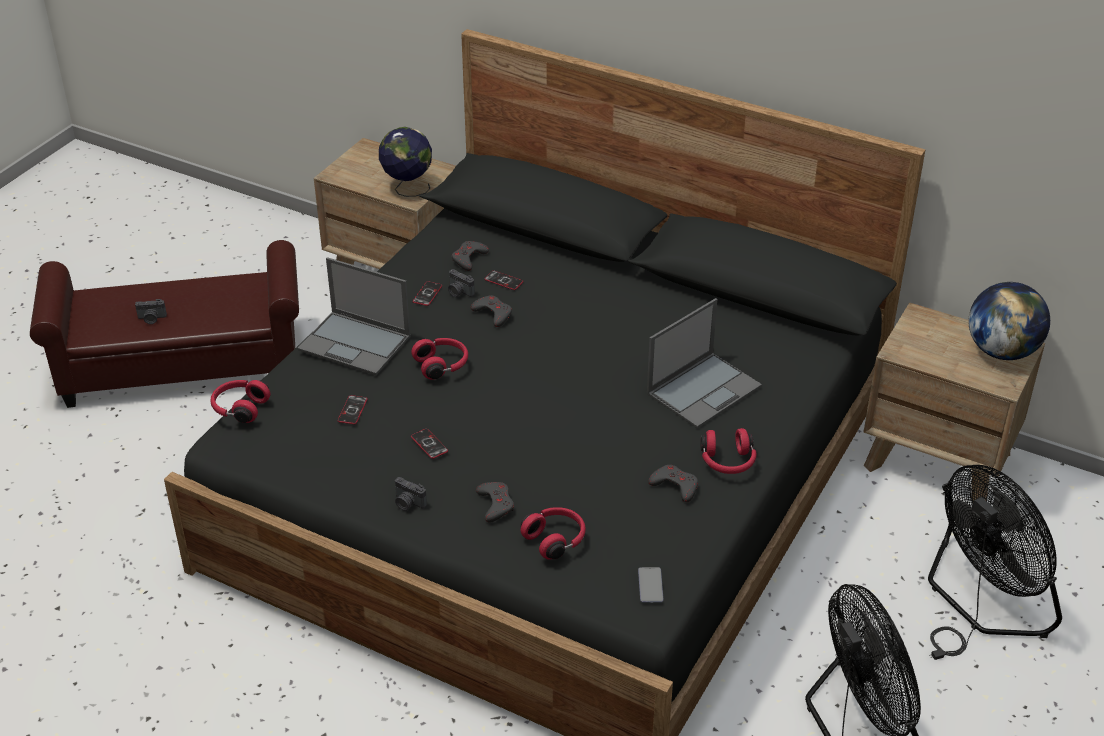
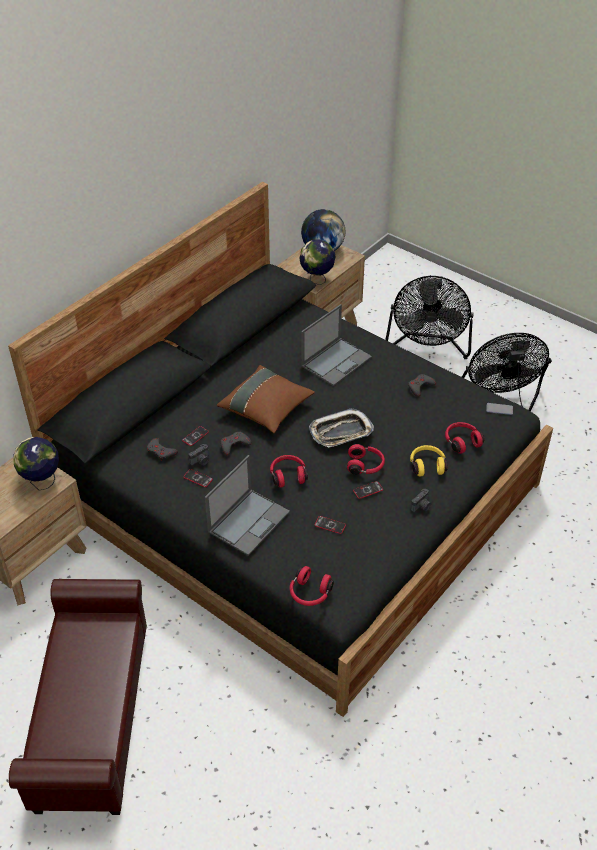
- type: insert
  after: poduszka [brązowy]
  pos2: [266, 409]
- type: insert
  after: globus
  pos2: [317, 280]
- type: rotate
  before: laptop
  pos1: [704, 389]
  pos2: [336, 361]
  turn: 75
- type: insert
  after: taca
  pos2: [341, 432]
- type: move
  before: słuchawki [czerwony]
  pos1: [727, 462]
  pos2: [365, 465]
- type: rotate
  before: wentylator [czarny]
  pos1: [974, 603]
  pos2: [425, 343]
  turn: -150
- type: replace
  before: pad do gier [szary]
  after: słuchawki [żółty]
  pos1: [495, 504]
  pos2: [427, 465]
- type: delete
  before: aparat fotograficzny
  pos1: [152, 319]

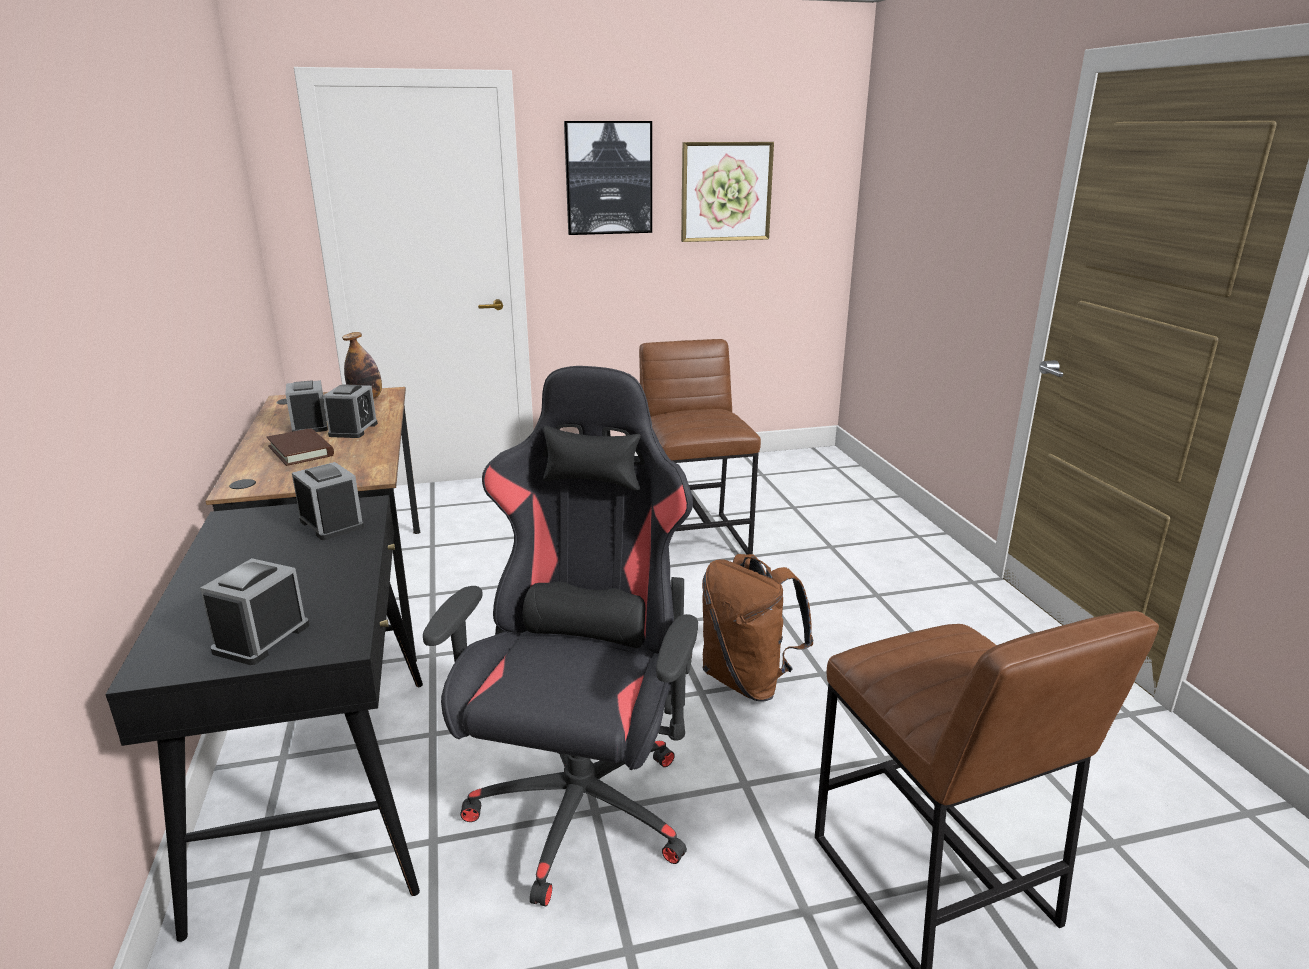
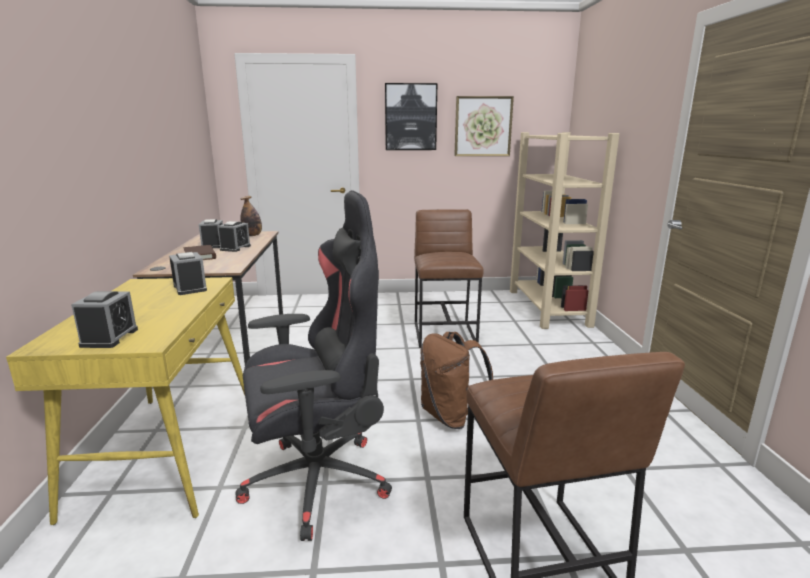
- type: recolor
  before: biurko [czarny]
  after: biurko [żółty]
  pos1: [321, 788]
  pos2: [168, 449]
- type: rotate
  before: budzik
  pos1: [262, 638]
  pos2: [109, 337]
  turn: 150
- type: rotate
  before: krzesło biurowe [czarny]
  pos1: [580, 813]
  pos2: [315, 482]
  turn: 45
- type: insert
  after: regał [beżowy]
  pos2: [548, 307]

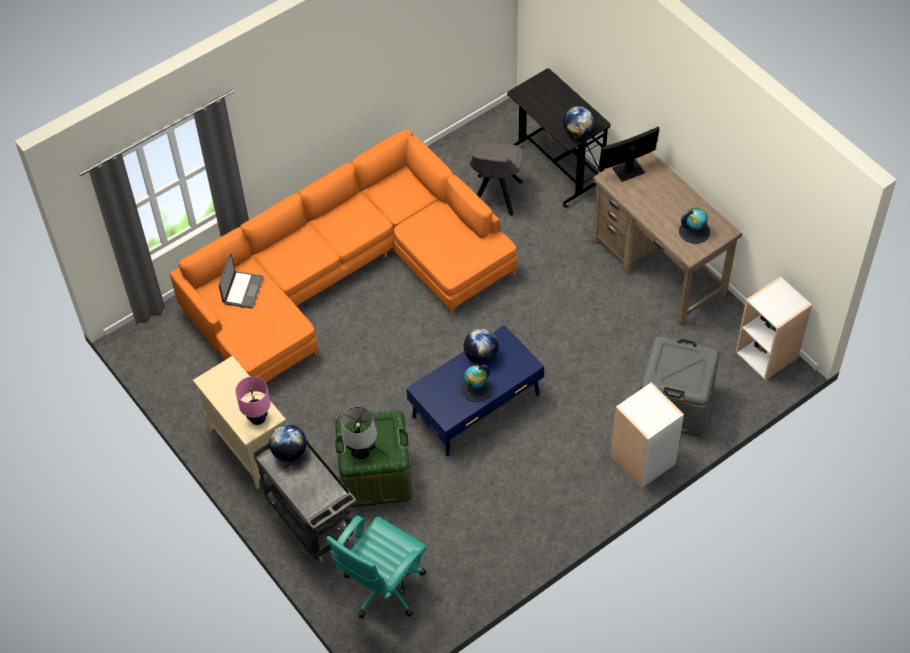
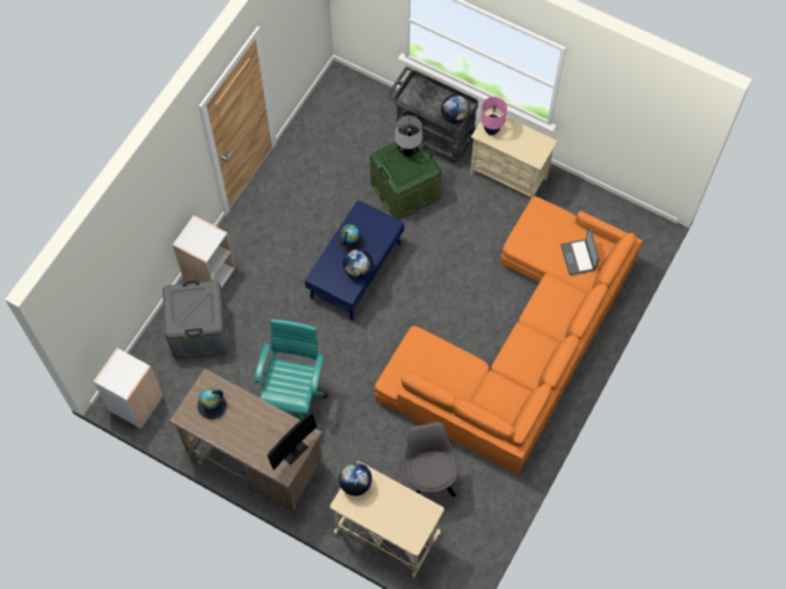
- type: move
  before: krzesło biurowe [turkusowy]
  pos1: [382, 589]
  pos2: [294, 396]
- type: recolor
  before: biurko [czarny]
  after: biurko [beżowy]
  pos1: [556, 168]
  pos2: [386, 533]

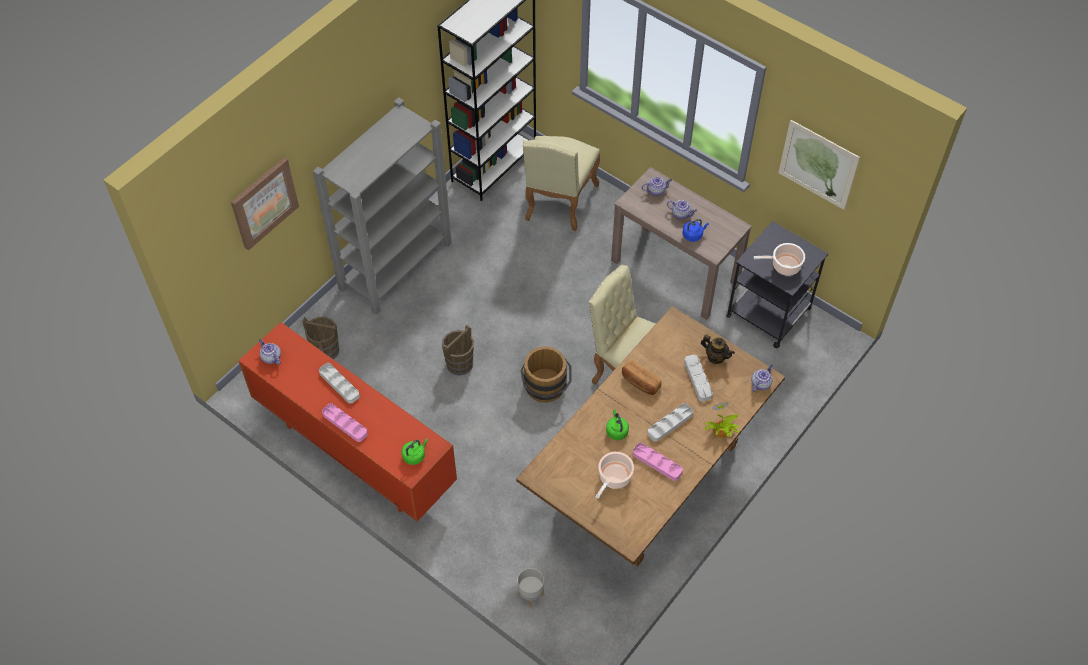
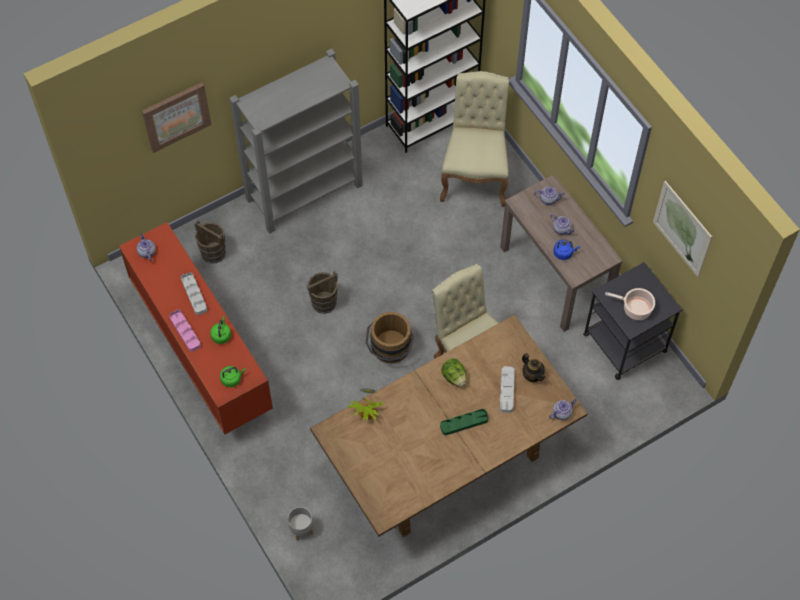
- type: move
  before: czajnik [zielony]
  pos1: [616, 431]
  pos2: [221, 335]
- type: move
  before: roślina doniczkowa
  pos1: [721, 430]
  pos2: [366, 412]
- type: rotate
  before: krzesło [beżowy]
  pos1: [558, 203]
  pos2: [475, 176]
  turn: 150
- type: recolor
  before: taca [szary]
  after: taca [zielony]
  pos1: [670, 424]
  pos2: [464, 423]
- type: replace
  before: chleb
  after: sałata
  pos1: [640, 383]
  pos2: [454, 377]
- type: delete
  before: garnek
  pos1: [614, 478]
- type: delete
  before: taca [różowy]
  pos1: [657, 463]

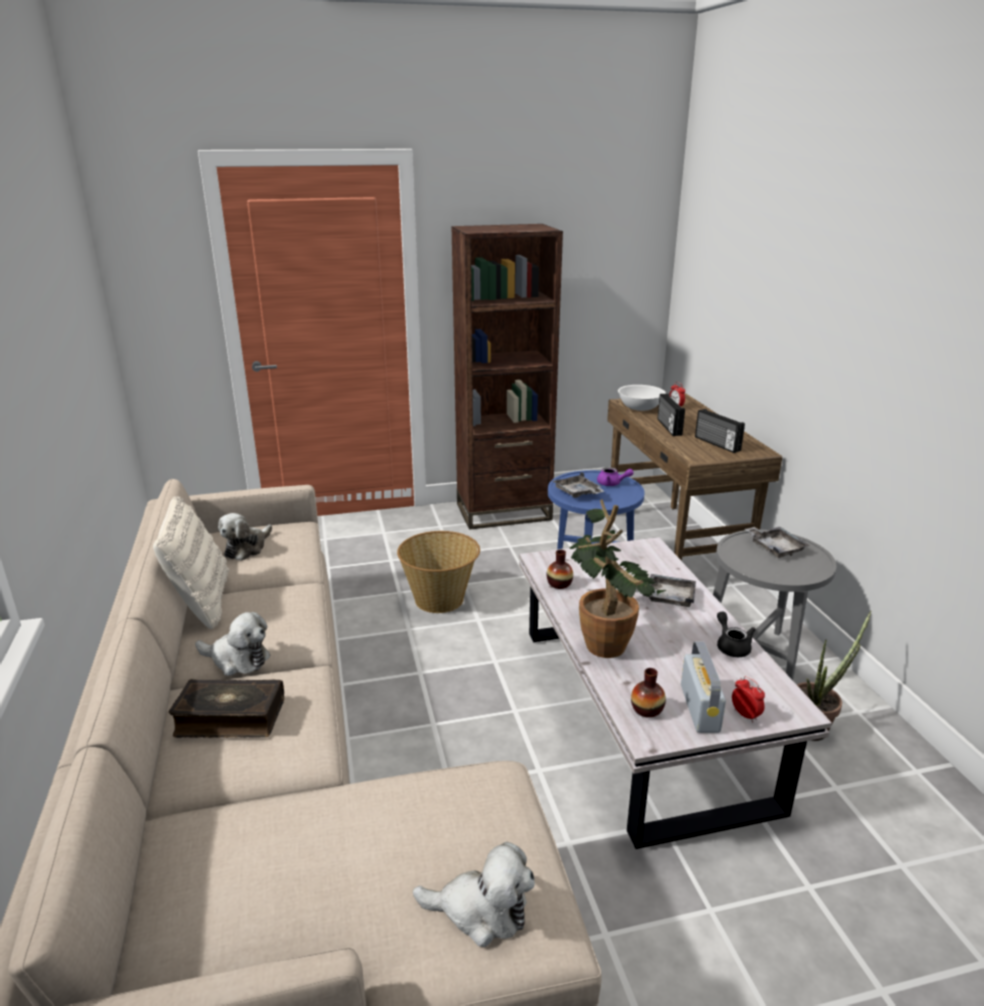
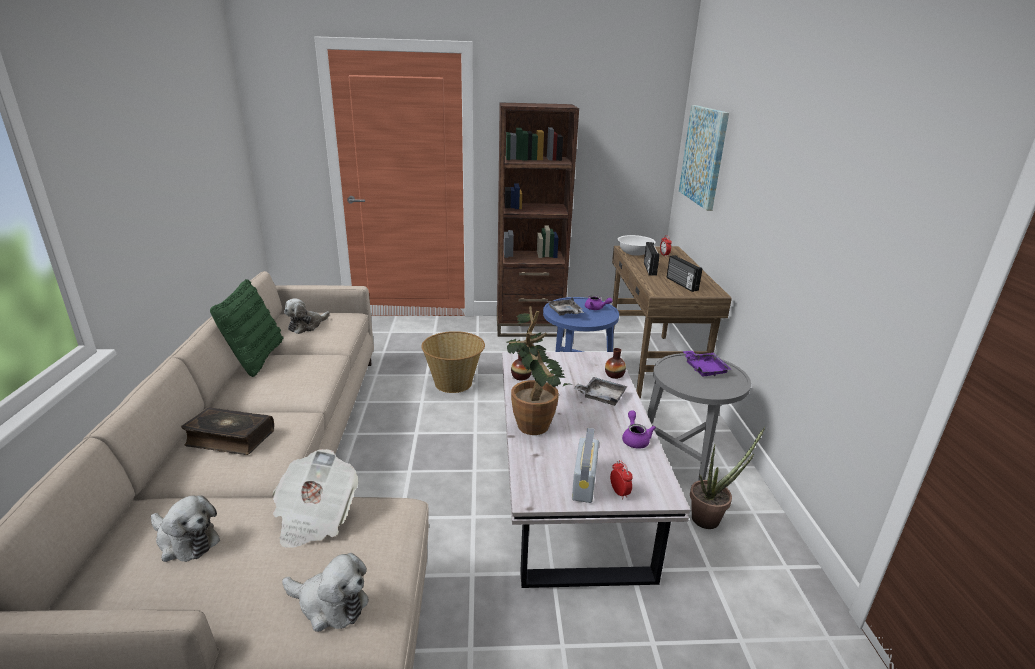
- type: move
  before: pluszak
  pos1: [237, 659]
  pos2: [185, 541]
- type: recolor
  before: poduszka [beżowy]
  after: poduszka [zielony]
  pos1: [202, 603]
  pos2: [256, 359]
- type: insert
  after: gazeta
  pos2: [315, 516]
- type: move
  before: wazon
  pos1: [647, 709]
  pos2: [614, 375]
- type: recolor
  before: imbryk [czarny]
  after: imbryk [fioletowy]
  pos1: [731, 646]
  pos2: [635, 439]
- type: insert
  after: obraz
  pos2: [704, 156]
- type: recolor
  before: taca [szary]
  after: taca [fioletowy]
  pos1: [775, 548]
  pos2: [704, 369]

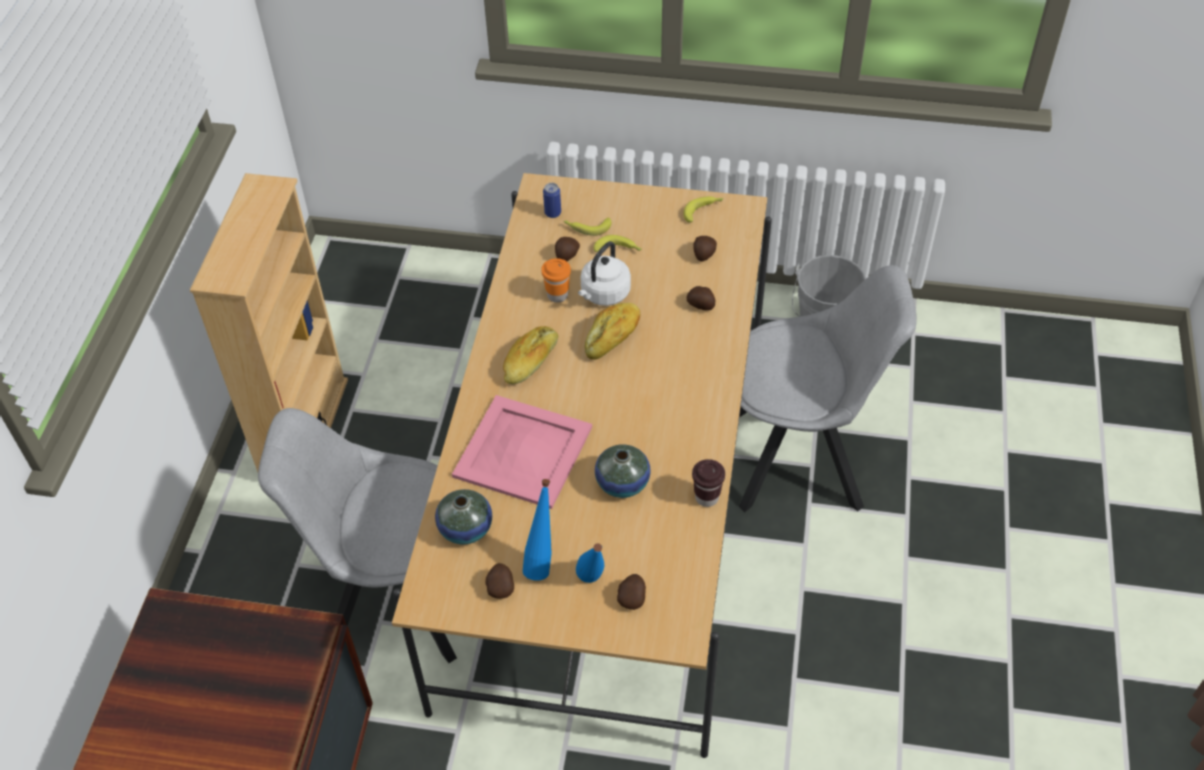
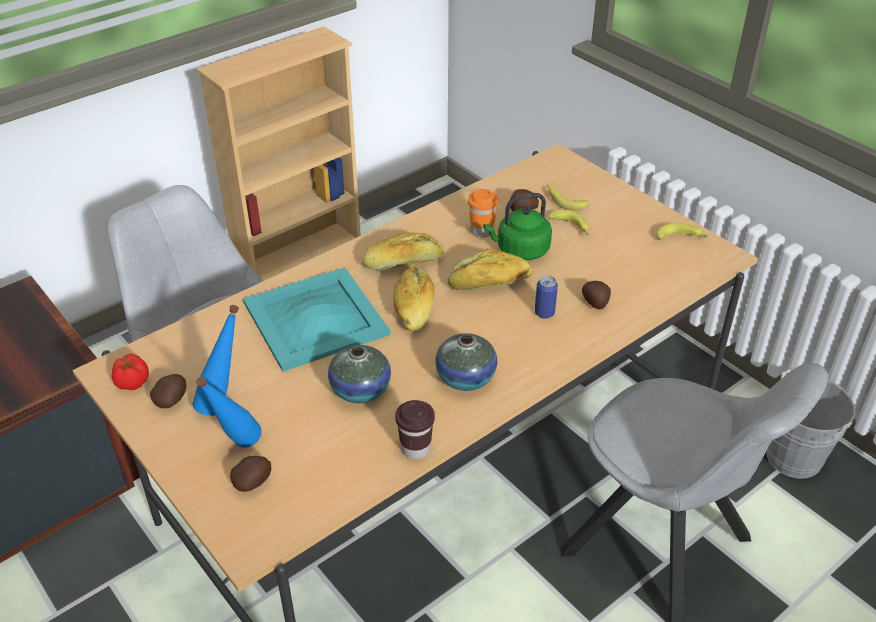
- type: insert
  after: pomidor
  pos2: [132, 383]
- type: recolor
  before: taca [różowy]
  after: taca [turkusowy]
  pos1: [523, 453]
  pos2: [315, 319]
- type: insert
  after: chleb
  pos2: [414, 307]
- type: move
  before: wazon
  pos1: [465, 528]
  pos2: [465, 378]
- type: recolor
  before: czajnik [biały]
  after: czajnik [zielony]
  pos1: [604, 294]
  pos2: [520, 250]
- type: move
  before: puszka
  pos1: [553, 213]
  pos2: [544, 313]
- type: delete
  before: ziemniak
  pos1: [703, 255]

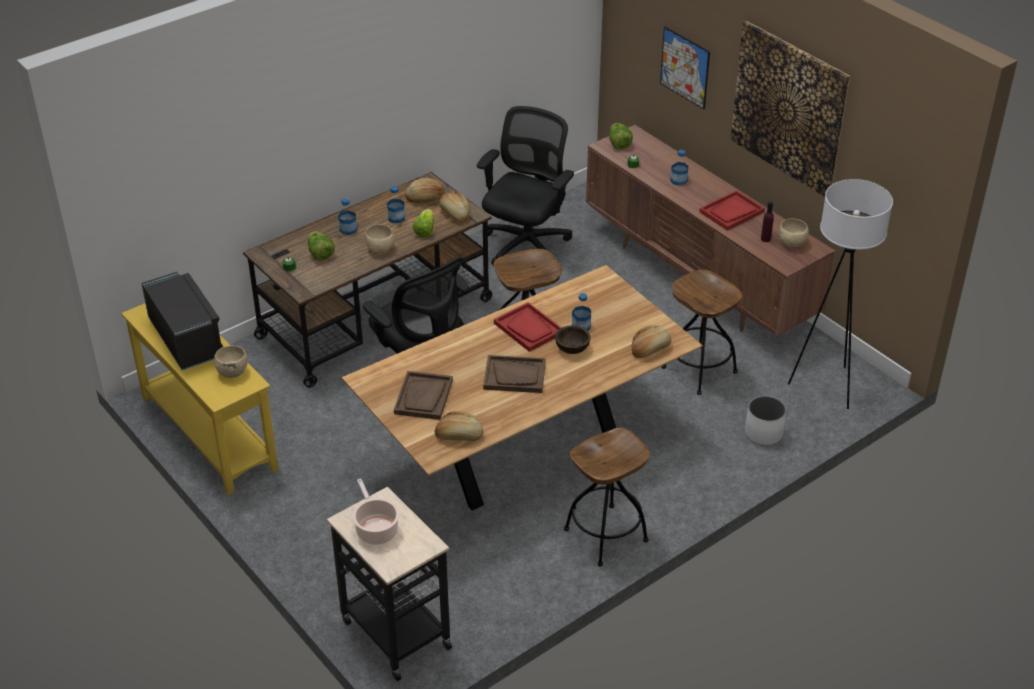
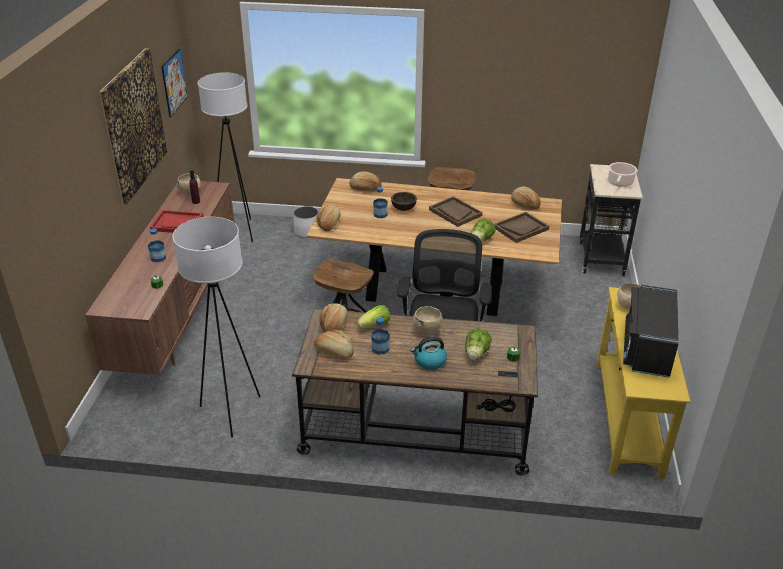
- type: move
  before: obraz
  pos1: [685, 67]
  pos2: [174, 82]
- type: replace
  before: krzesło biurowe [czarny]
  after: lampa stojąca [biały]
  pos1: [525, 249]
  pos2: [231, 412]
- type: insert
  after: chleb
  pos2: [329, 224]
- type: replace
  before: butelka
  after: czajnik
  pos1: [348, 230]
  pos2: [429, 361]
- type: move
  before: sałata
  pos1: [618, 144]
  pos2: [481, 240]
- type: delete
  before: taca [czerwony]
  pos1: [528, 328]
- type: delete
  before: stołek [brązowy]
  pos1: [699, 369]

